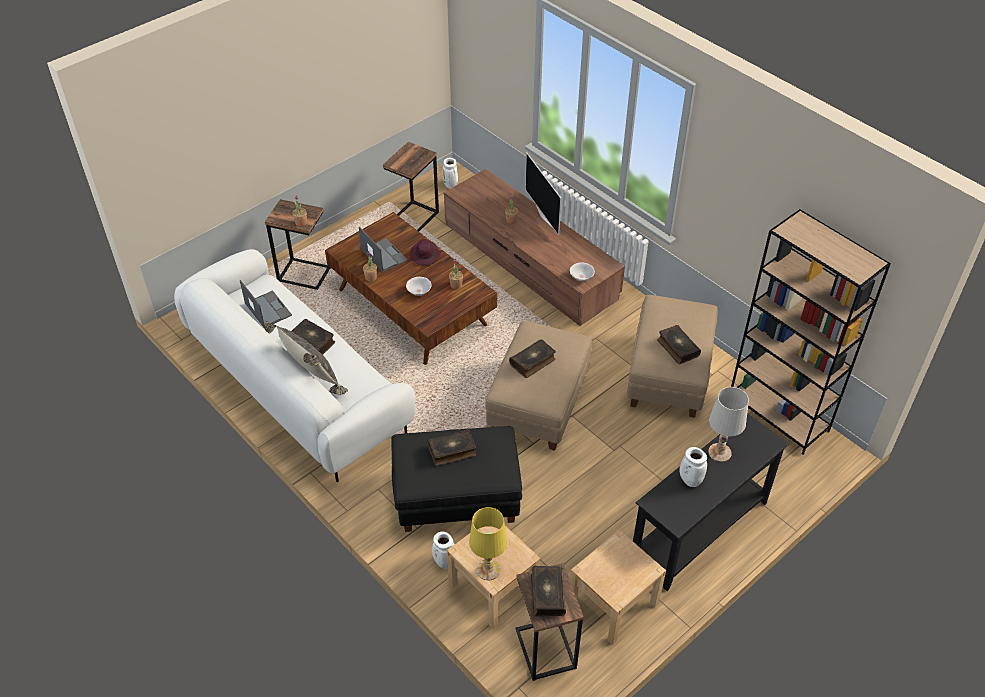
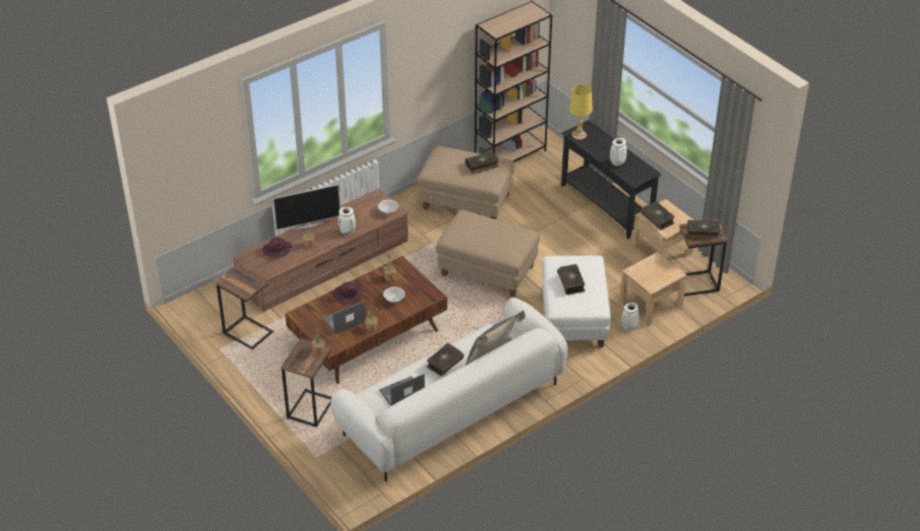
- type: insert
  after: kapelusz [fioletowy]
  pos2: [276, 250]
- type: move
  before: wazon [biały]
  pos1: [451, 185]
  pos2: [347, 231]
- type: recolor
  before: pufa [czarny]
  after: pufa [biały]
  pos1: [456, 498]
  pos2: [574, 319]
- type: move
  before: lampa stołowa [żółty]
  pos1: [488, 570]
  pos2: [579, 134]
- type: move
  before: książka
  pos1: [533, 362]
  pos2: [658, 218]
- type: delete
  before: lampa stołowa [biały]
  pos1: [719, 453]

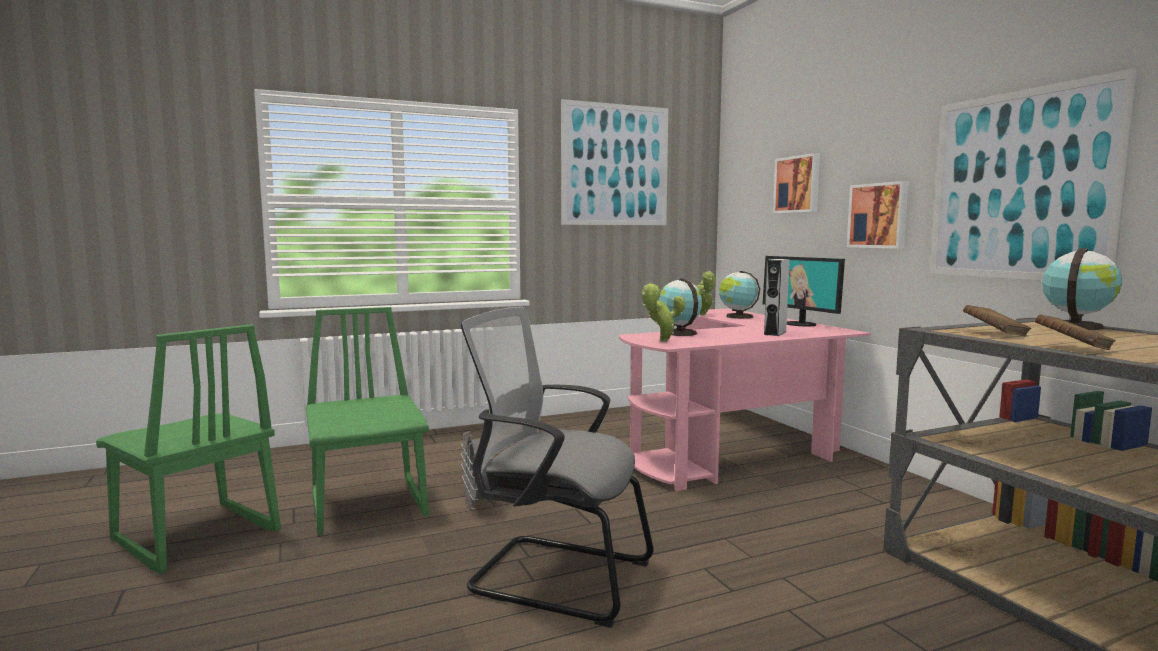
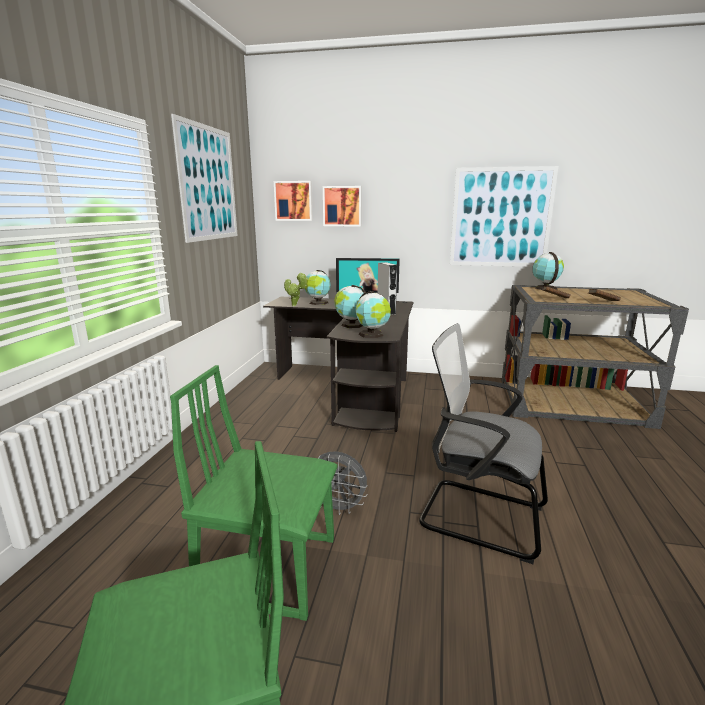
- type: recolor
  before: biurko [różowy]
  after: biurko [czarny]
  pos1: [737, 445]
  pos2: [352, 389]
- type: move
  before: obraz
  pos1: [879, 215]
  pos2: [294, 201]
- type: replace
  before: roślina doniczkowa
  after: globus
  pos1: [661, 341]
  pos2: [372, 334]
- type: rotate
  before: krzesło
  pos1: [555, 576]
  pos2: [478, 515]
  turn: 60

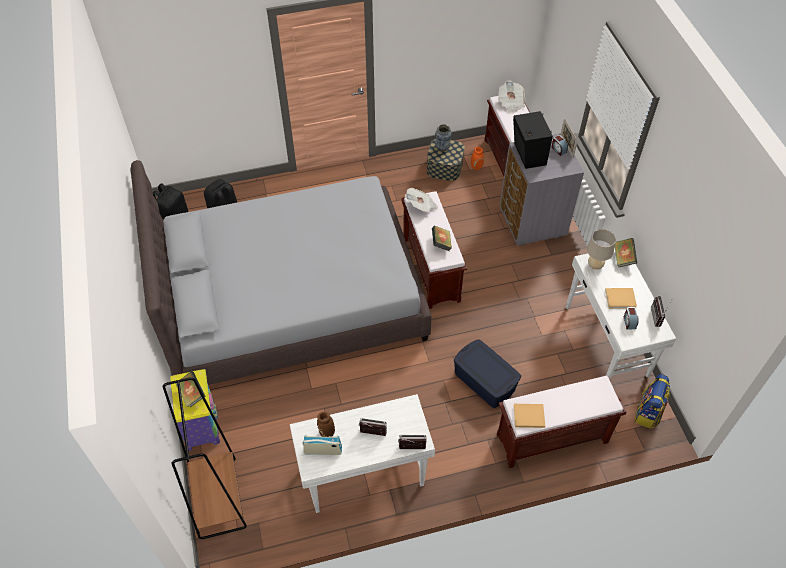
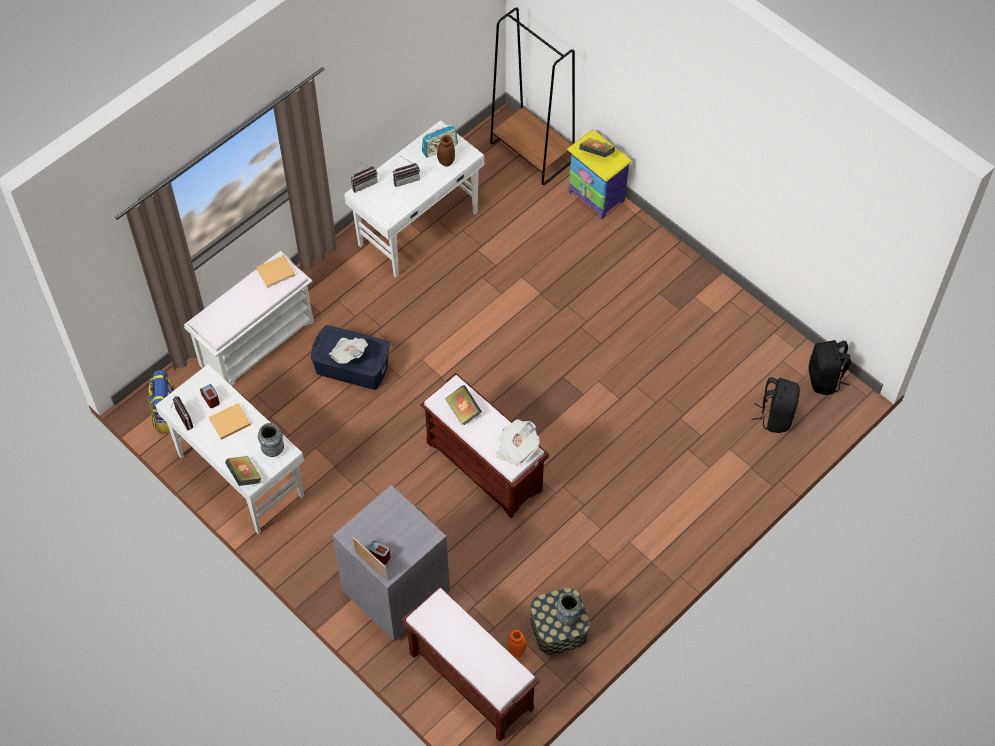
- type: recolor
  before: ławka [brązowy]
  after: ławka [biały]
  pos1: [551, 439]
  pos2: [257, 342]
- type: replace
  before: lampa stołowa [beżowy]
  after: wazon
  pos1: [595, 265]
  pos2: [273, 450]
- type: move
  before: gazeta
  pos1: [511, 103]
  pos2: [349, 354]
- type: delete
  before: łóżko [szary]
  pos1: [291, 298]
- type: delete
  before: głośnik [czarny]
  pos1: [528, 155]

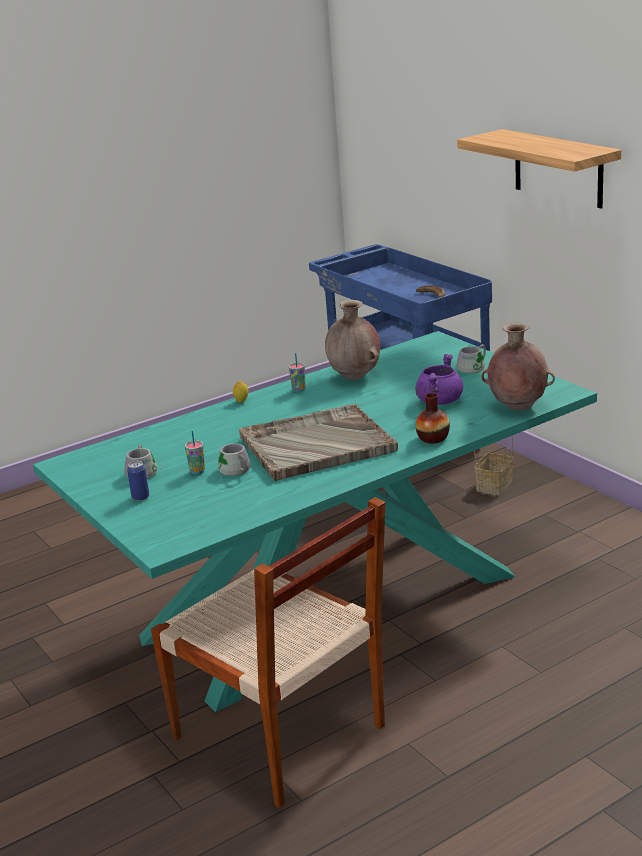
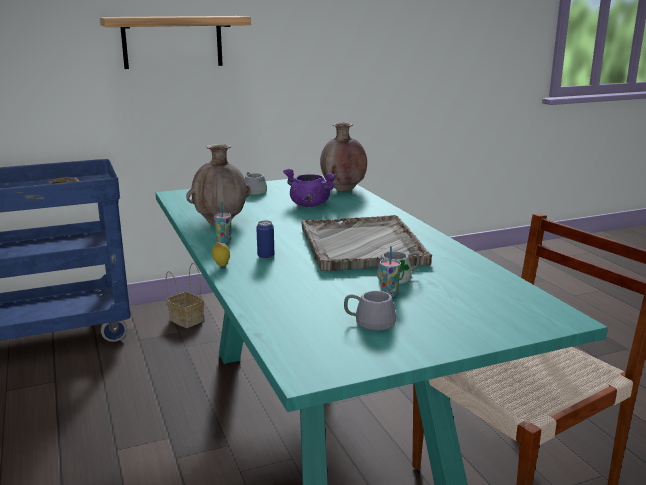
- type: move
  before: puszka
  pos1: [140, 497]
  pos2: [266, 256]
- type: delete
  before: wazon
  pos1: [433, 438]

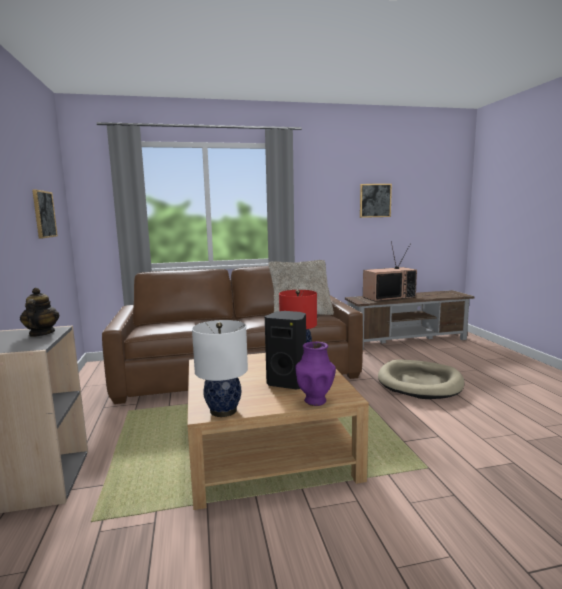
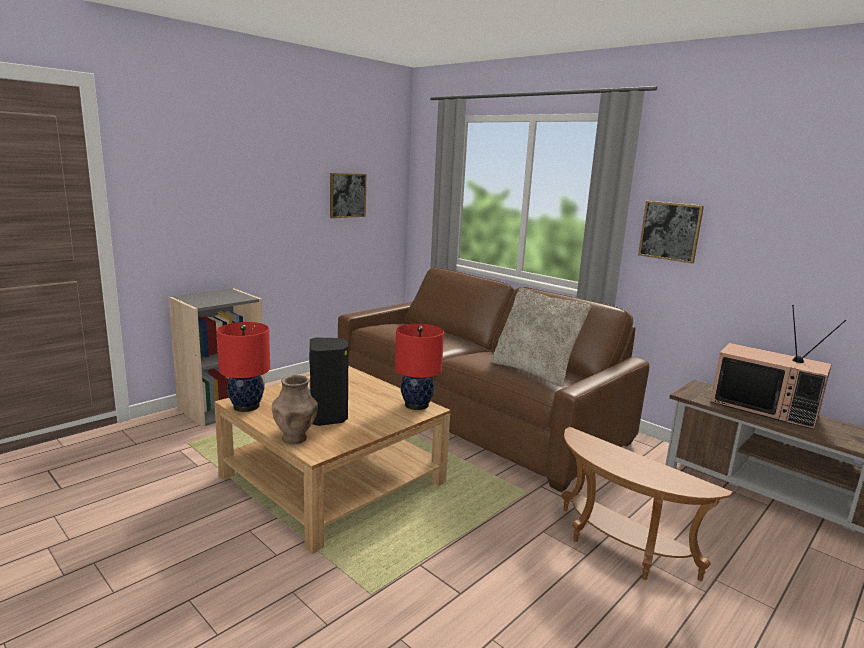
- type: recolor
  before: lampa stołowa [biały]
  after: lampa stołowa [czerwony]
  pos1: [223, 410]
  pos2: [246, 406]
- type: recolor
  before: wazon [fioletowy]
  after: wazon [brązowy]
  pos1: [315, 400]
  pos2: [295, 438]
- type: replace
  before: legowisko [beżowy]
  after: stolik [brązowy]
  pos1: [420, 382]
  pos2: [618, 549]
- type: move
  before: obraz
  pos1: [375, 200]
  pos2: [670, 231]
- type: delete
  before: imbryk
  pos1: [41, 334]

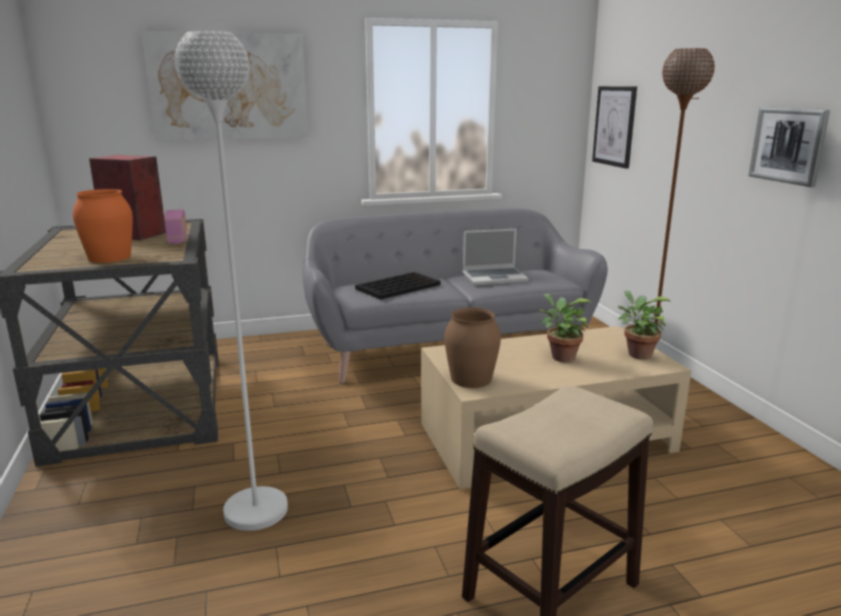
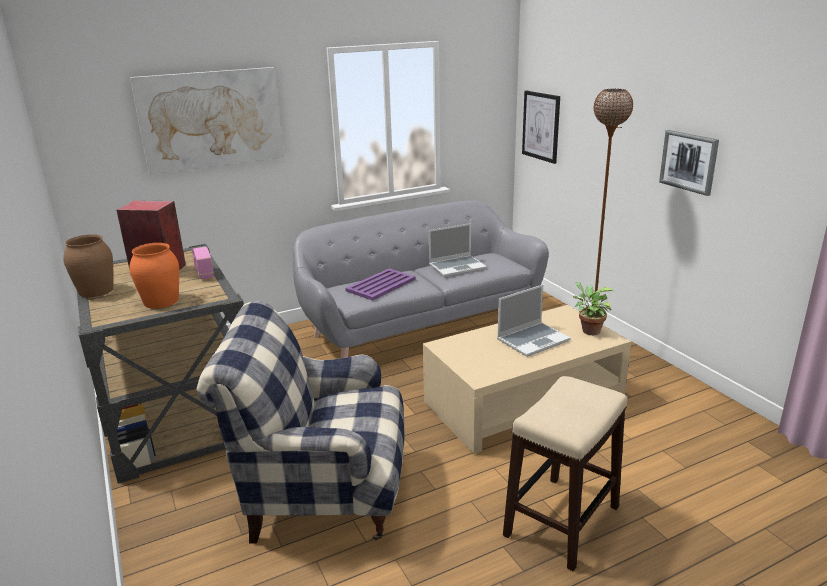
- type: move
  before: wazon [brązowy]
  pos1: [471, 378]
  pos2: [96, 290]
- type: replace
  before: lampa stojąca [biały]
  after: fotel
  pos1: [255, 510]
  pos2: [323, 493]
- type: recolor
  before: taca [czarny]
  after: taca [fioletowy]
  pos1: [397, 287]
  pos2: [380, 285]
- type: replace
  before: roślina doniczkowa
  after: laptop
  pos1: [560, 357]
  pos2: [533, 340]

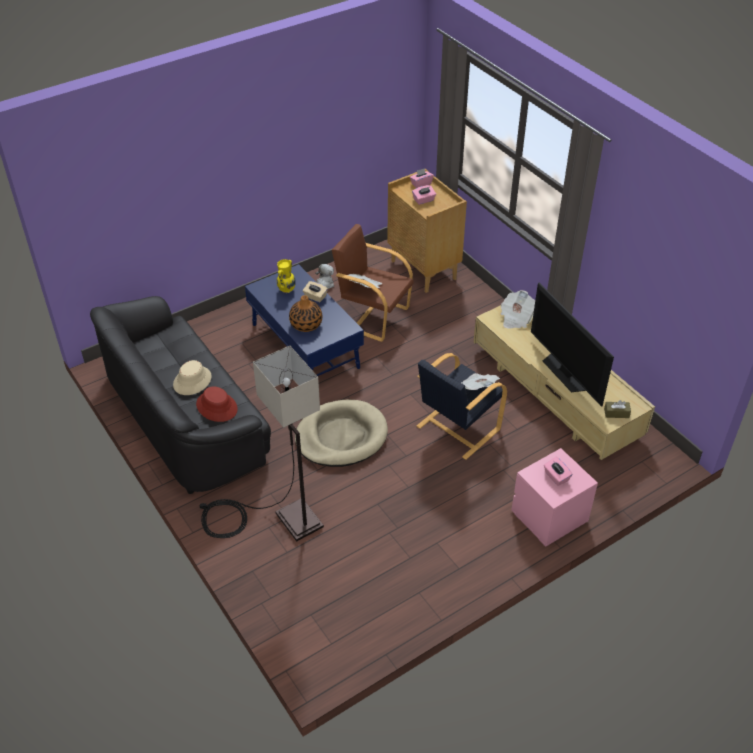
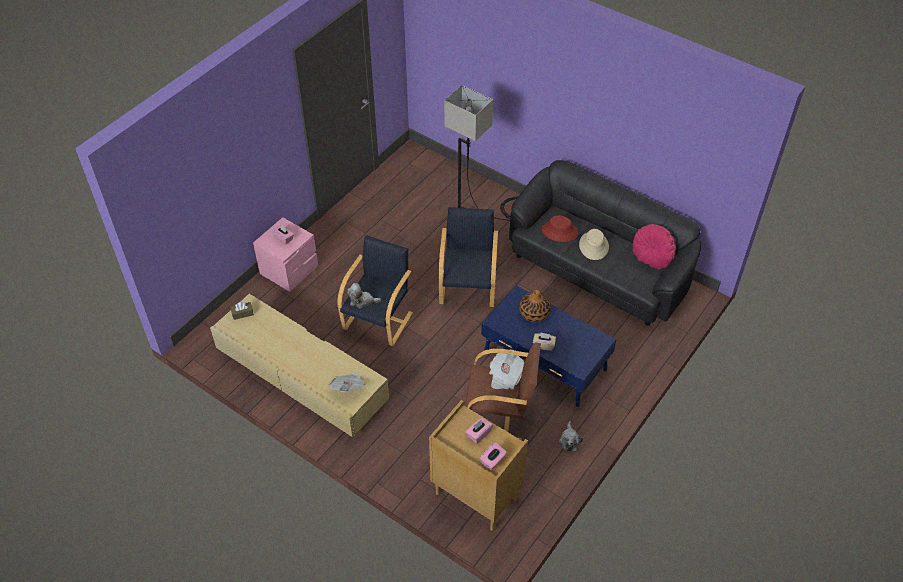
- type: replace
  before: gazeta
  after: pluszak
  pos1: [478, 388]
  pos2: [362, 301]
- type: replace
  before: legowisko [beżowy]
  after: fotel [czarny]
  pos1: [341, 436]
  pos2: [468, 287]
- type: insert
  after: poduszka [różowy]
  pos2: [651, 260]
- type: delete
  before: wazon [żółty]
  pos1: [286, 290]
- type: delete
  before: telewizor
  pos1: [565, 373]

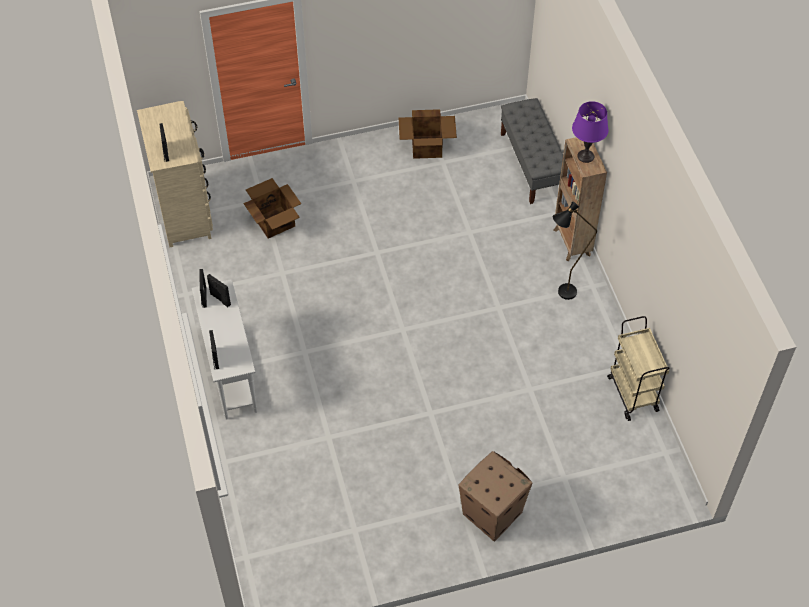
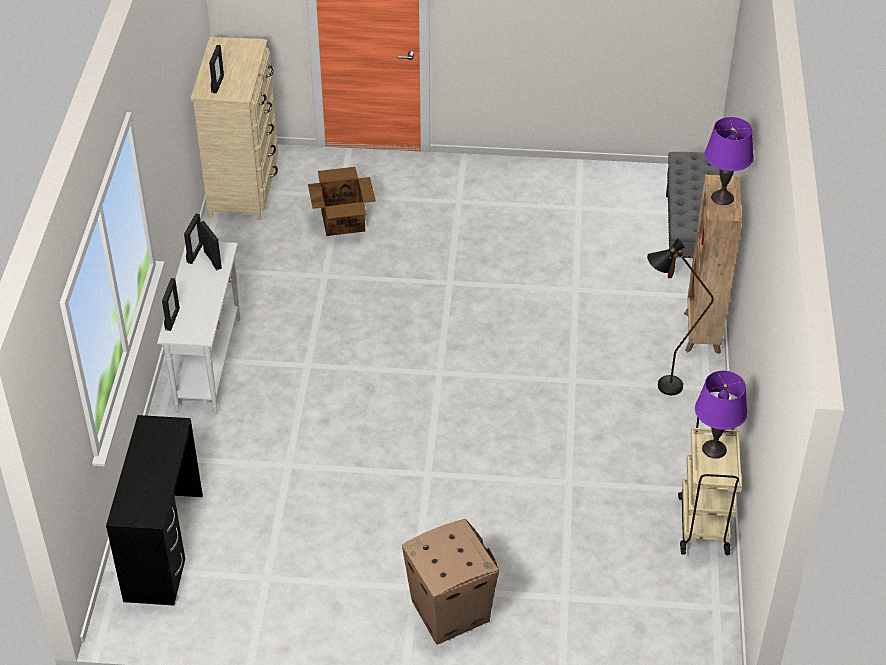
- type: insert
  after: biurko [czarny]
  pos2: [163, 547]
- type: insert
  after: lampa stołowa [fioletowy]
  pos2: [714, 449]
- type: delete
  before: karton
  pos1: [427, 147]

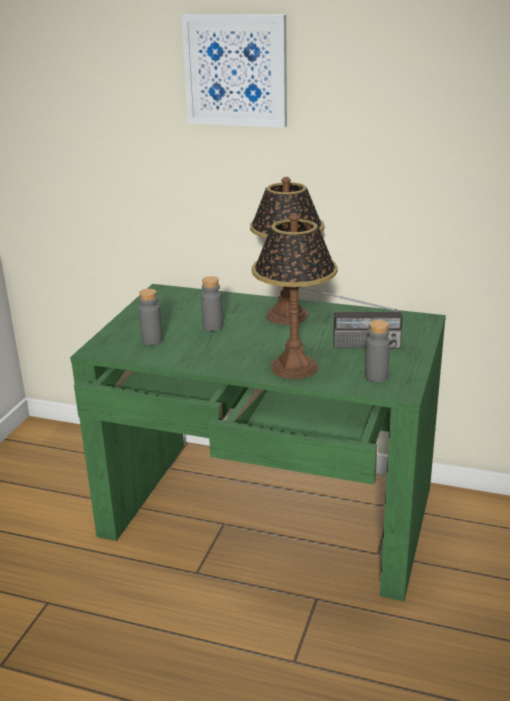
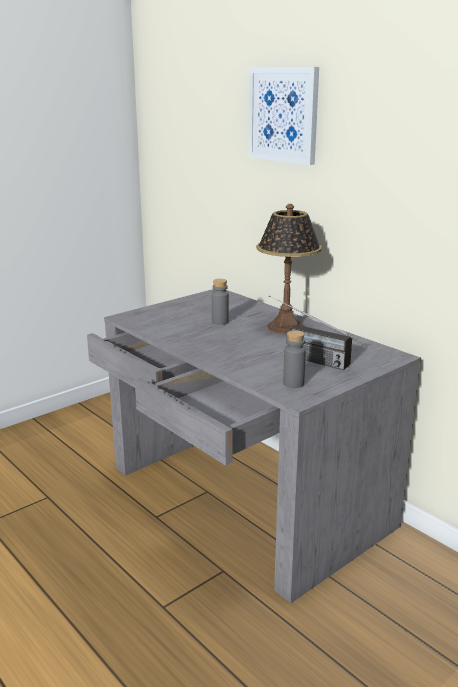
- type: recolor
  before: biurko [zielony]
  after: biurko [szary]
  pos1: [266, 523]
  pos2: [237, 503]
- type: delete
  before: butelka [szary]
  pos1: [152, 340]
- type: delete
  before: lampa stołowa
  pos1: [295, 367]

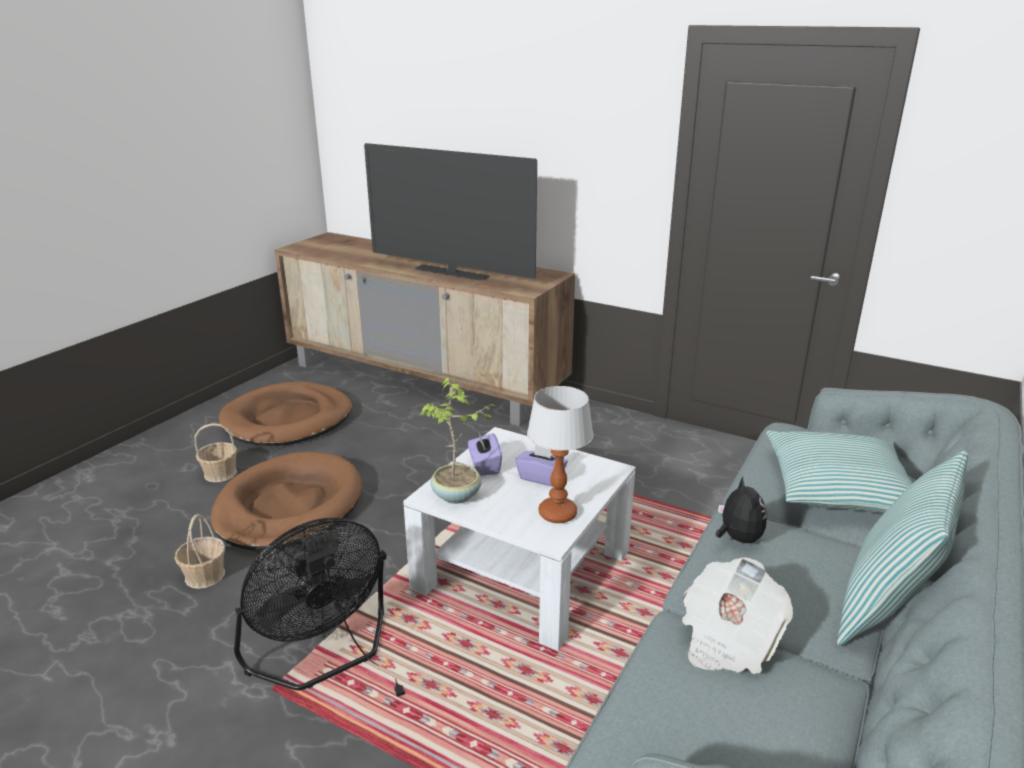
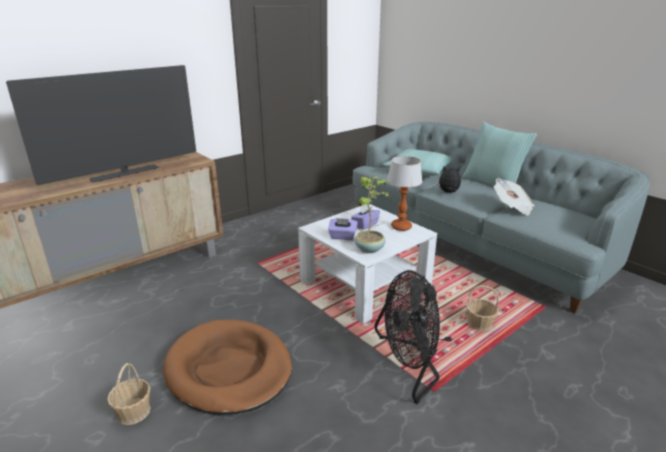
- type: move
  before: koszyk
  pos1: [204, 576]
  pos2: [479, 324]
- type: delete
  before: legowisko [brązowy]
  pos1: [288, 419]

